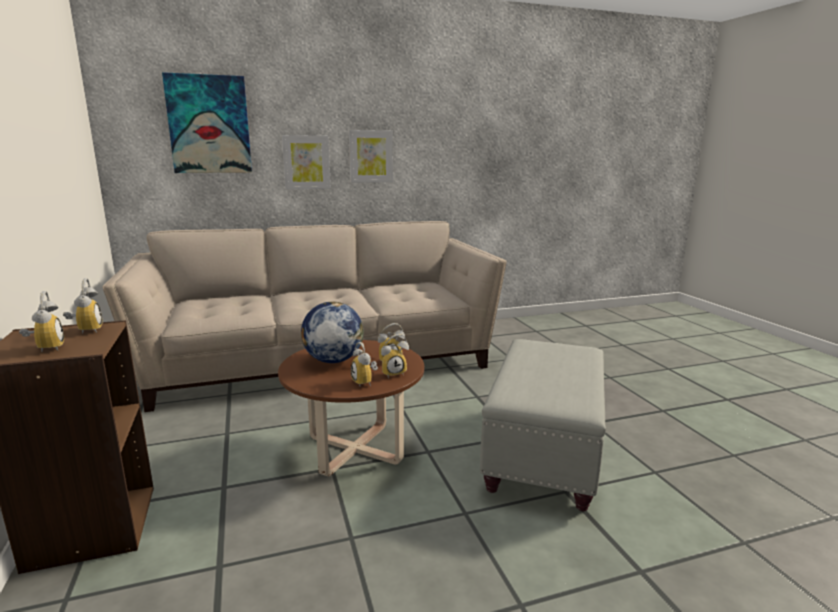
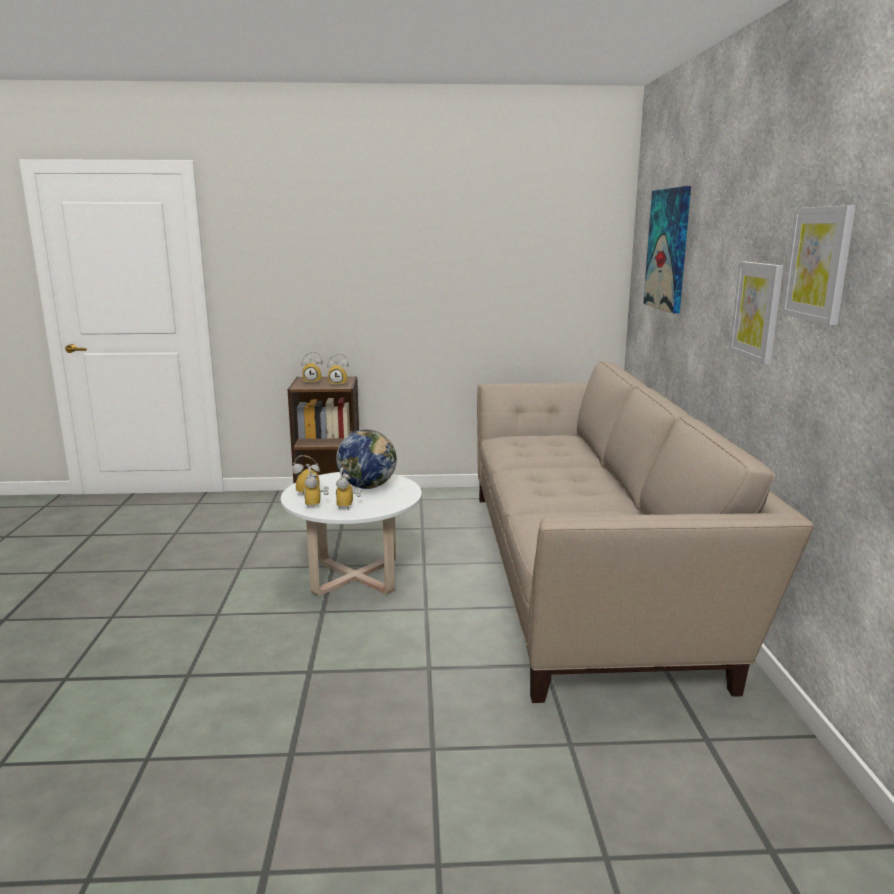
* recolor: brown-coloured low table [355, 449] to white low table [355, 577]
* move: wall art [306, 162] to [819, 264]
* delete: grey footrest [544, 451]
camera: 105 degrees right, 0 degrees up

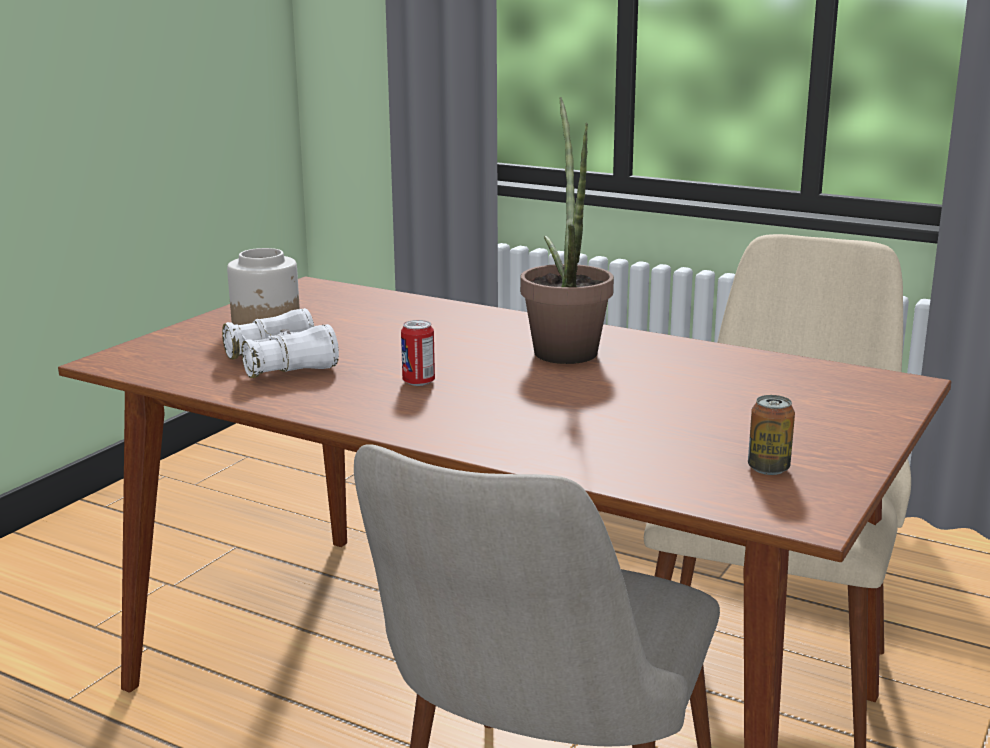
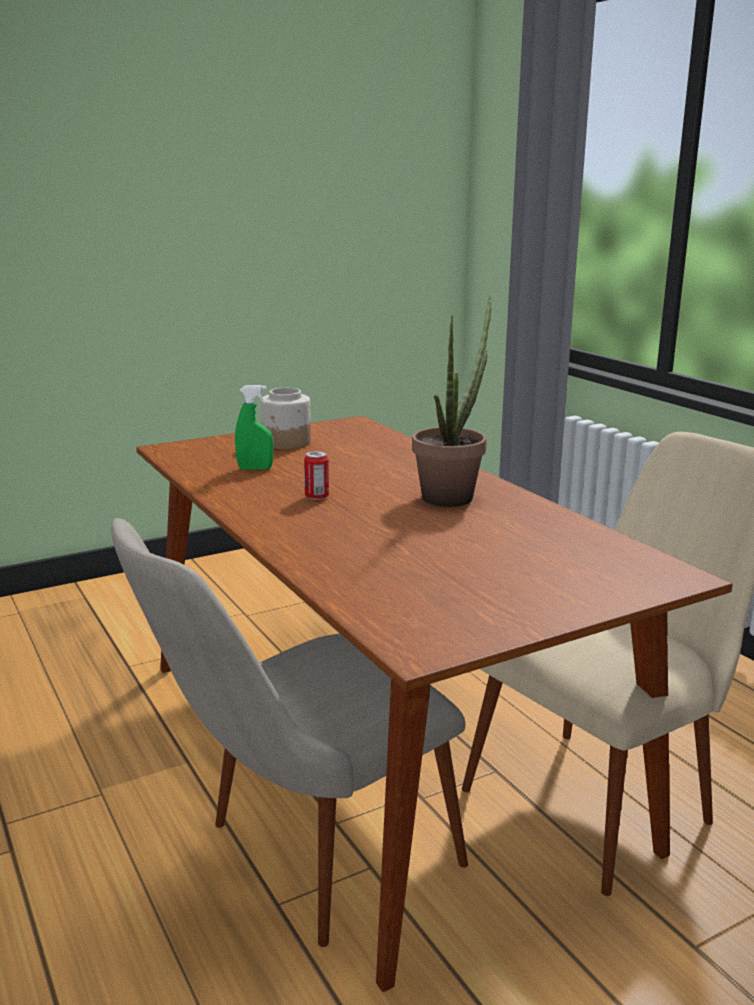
* replace: white binoculars [281, 363] to greenish sprayer [255, 468]
* delete: sealed can [768, 468]
camera: 30 degrees right, 0 degrees up

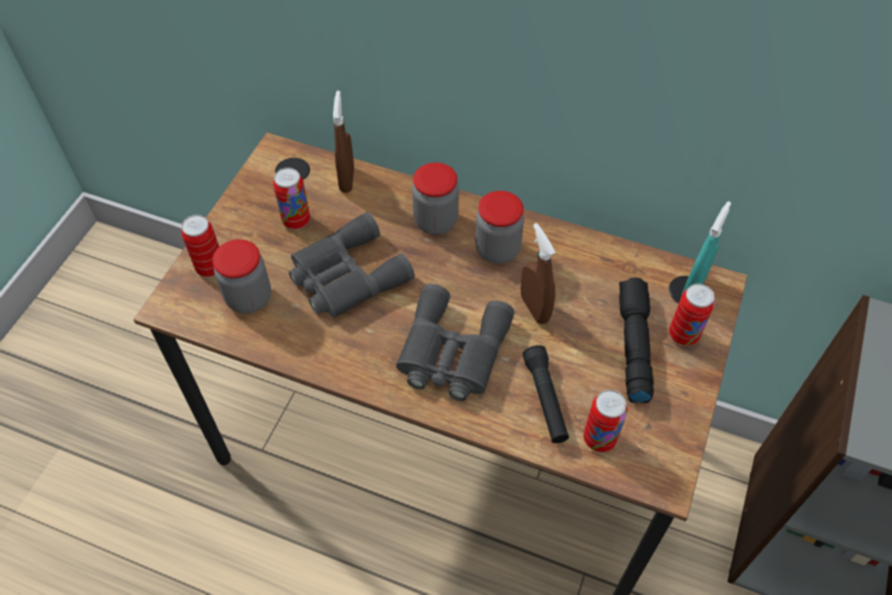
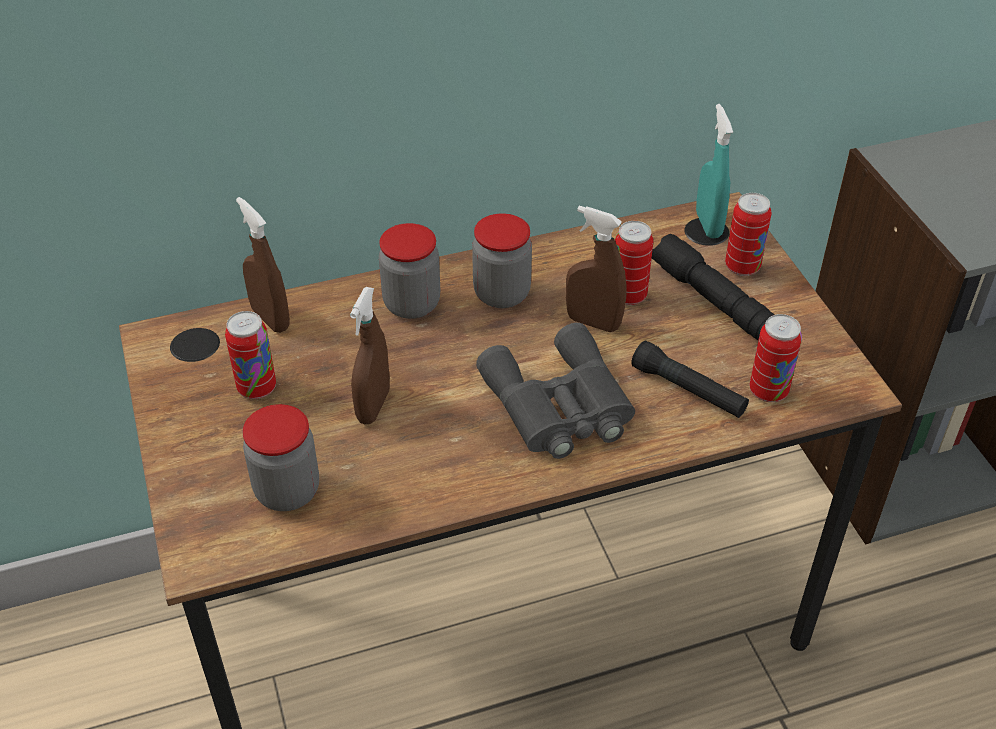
* replace: grey binoculars [345, 276] to brown-coloured sprayer [373, 406]
* move: sealed can [210, 267] to [628, 296]
camera: 40 degrees left, 10 degrees down

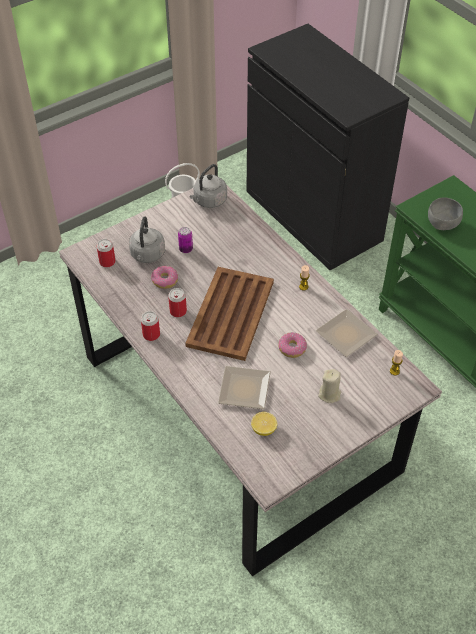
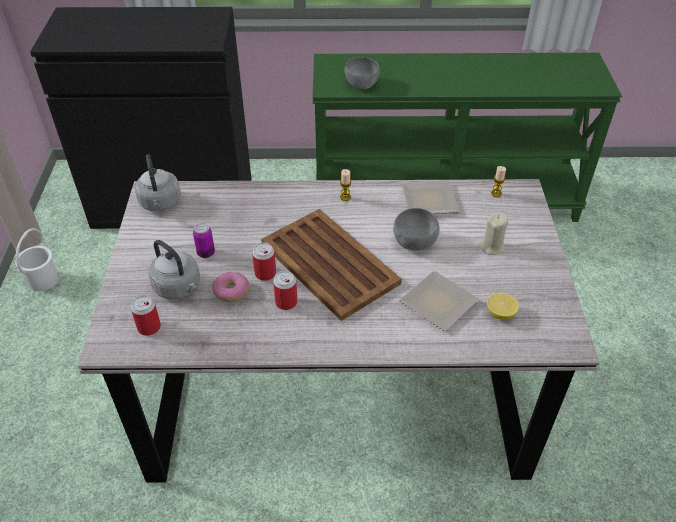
* move: sealed can [151, 335] to [265, 274]
* replace: ring doughnut [292, 348] to grey bowl [414, 243]
camera: 55 degrees left, 5 degrees down

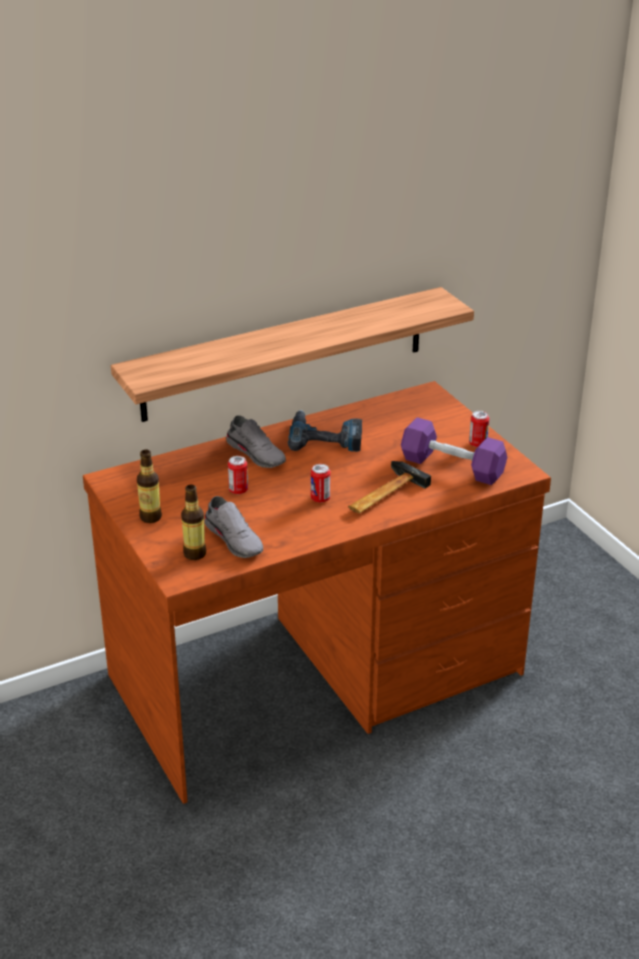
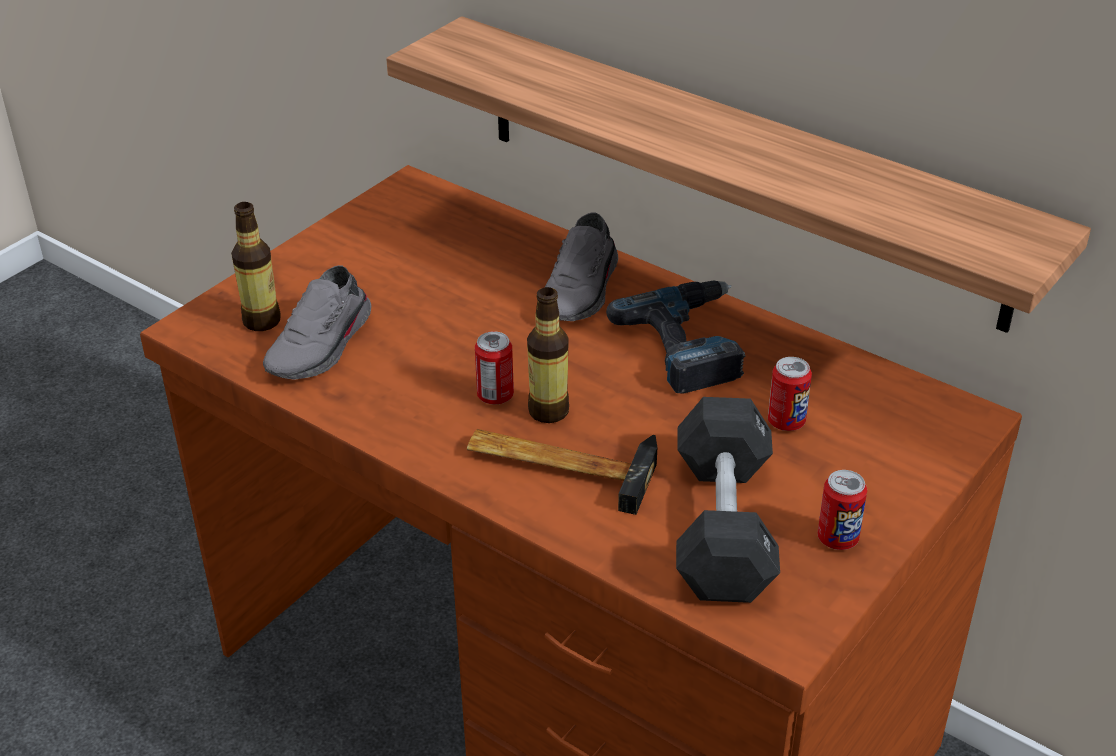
* move: drink bottle [151, 517] to [548, 411]
* recolor: purple hand weight [452, 467] to blackish hand weight [723, 526]
* move: sealed can [238, 490] to [786, 422]
camera: 65 degrees right, 5 degrees up

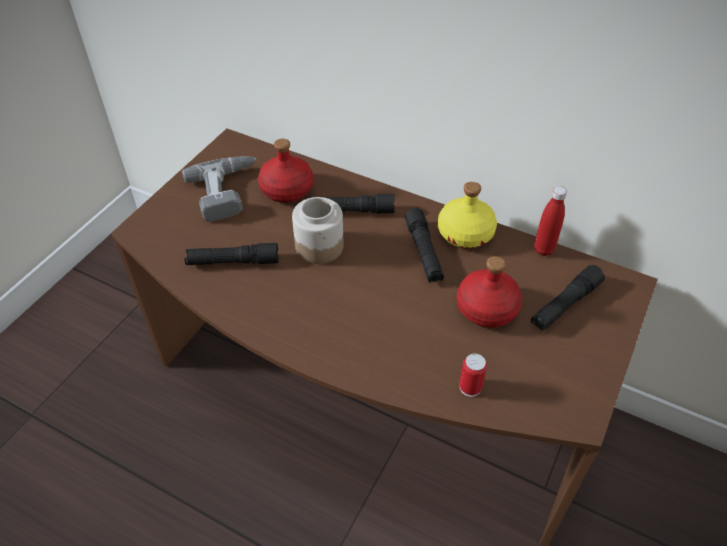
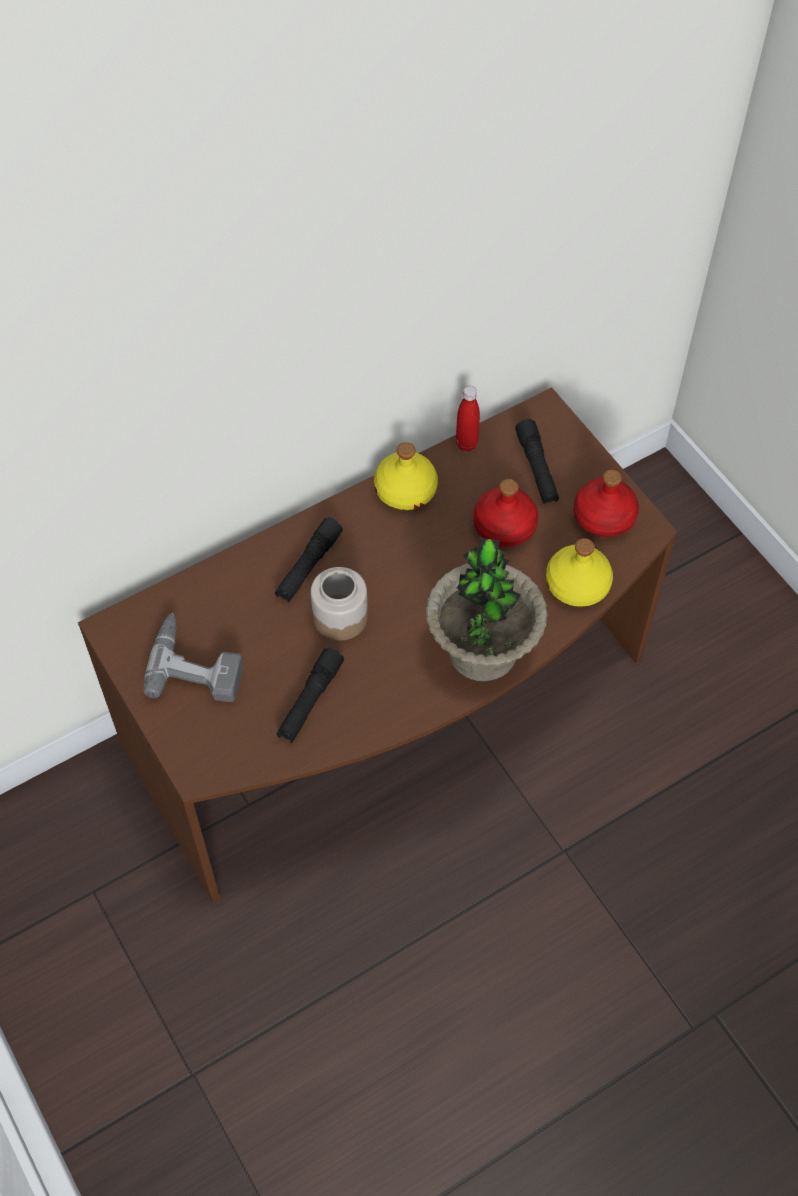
* insert: potted plant [482, 652]
* replace: sealed can [470, 387] to yellowish drink bottle [576, 585]
* move: red-coloured drink bottle [287, 189] to [604, 516]
* delete: blackish flashlight [423, 252]
camera: 60 degrees left, 10 degrees up

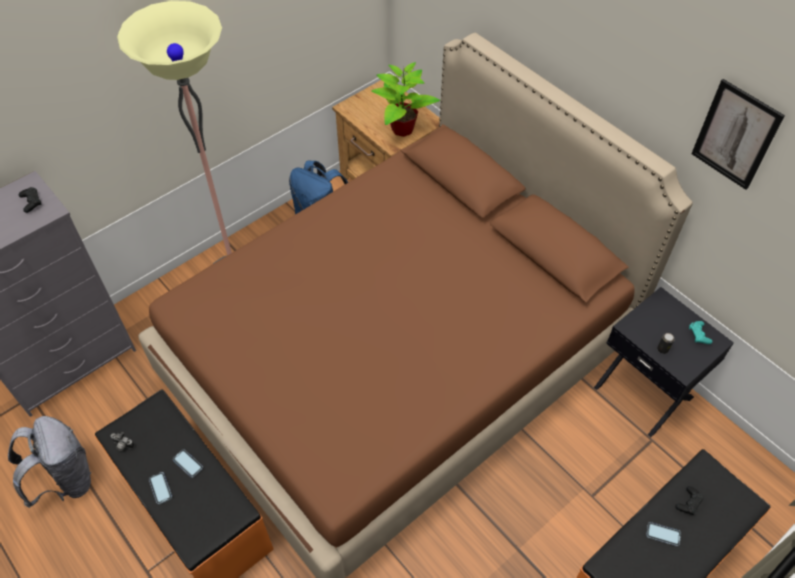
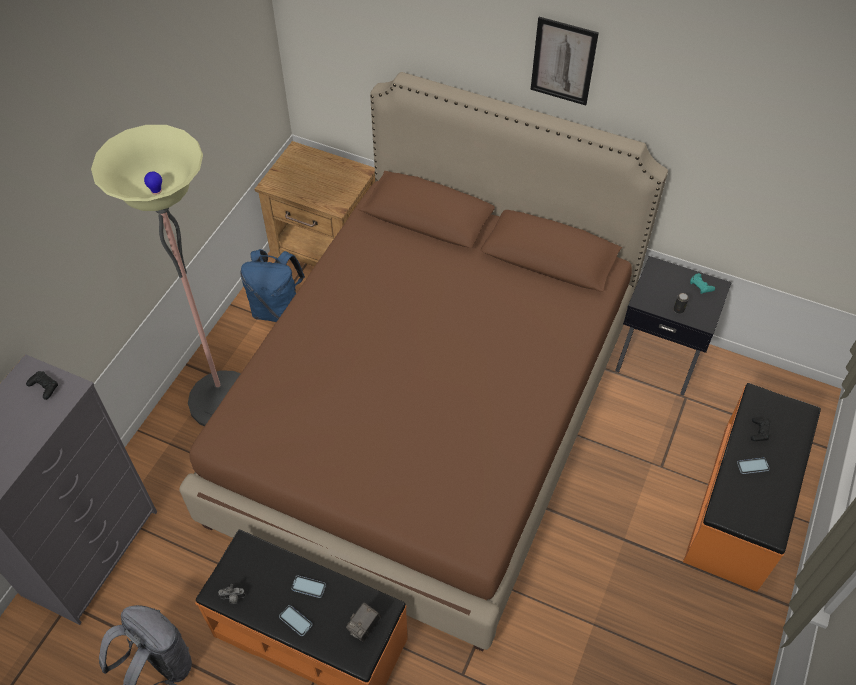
* insert: photo camera [364, 627]
* move: wall art [735, 135] to [563, 61]
* delete: potted plant [402, 129]
camera: 25 degrees left, 0 degrees up

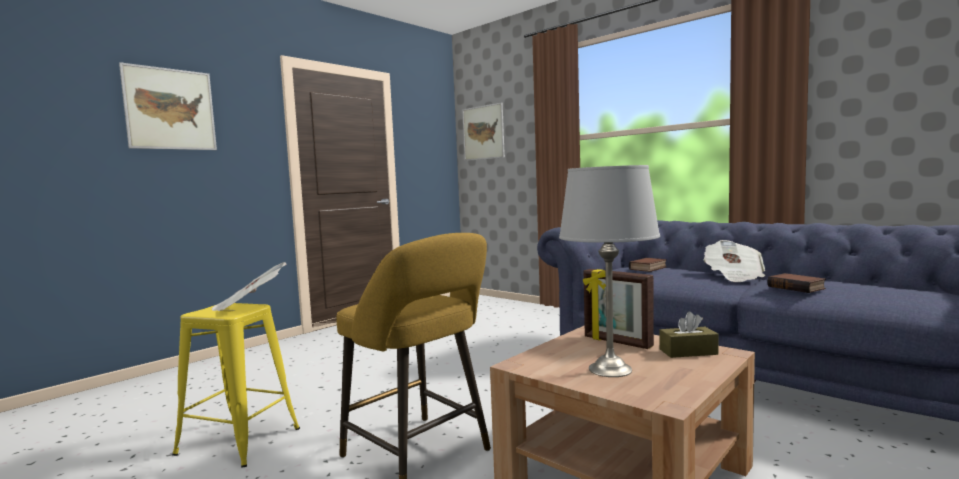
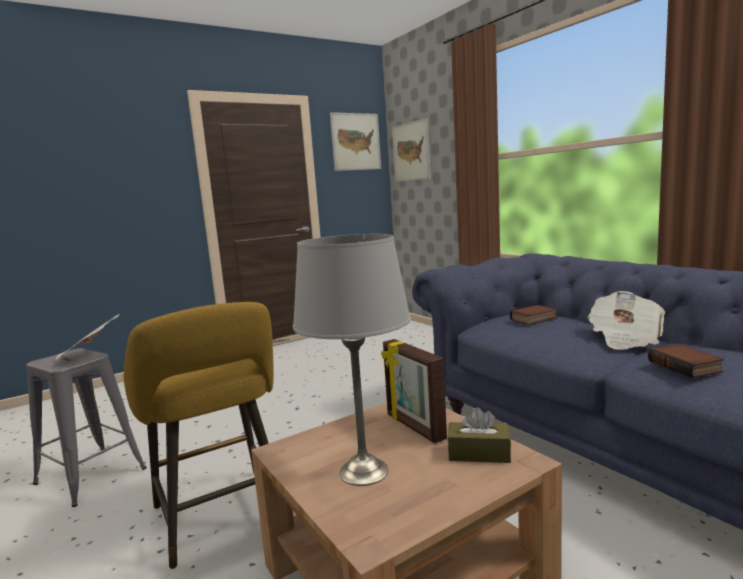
* recolor: yellowish stool [239, 441] to grey stool [90, 476]
* move: wall art [170, 109] to [356, 142]
camera: 15 degrees right, 5 degrees up

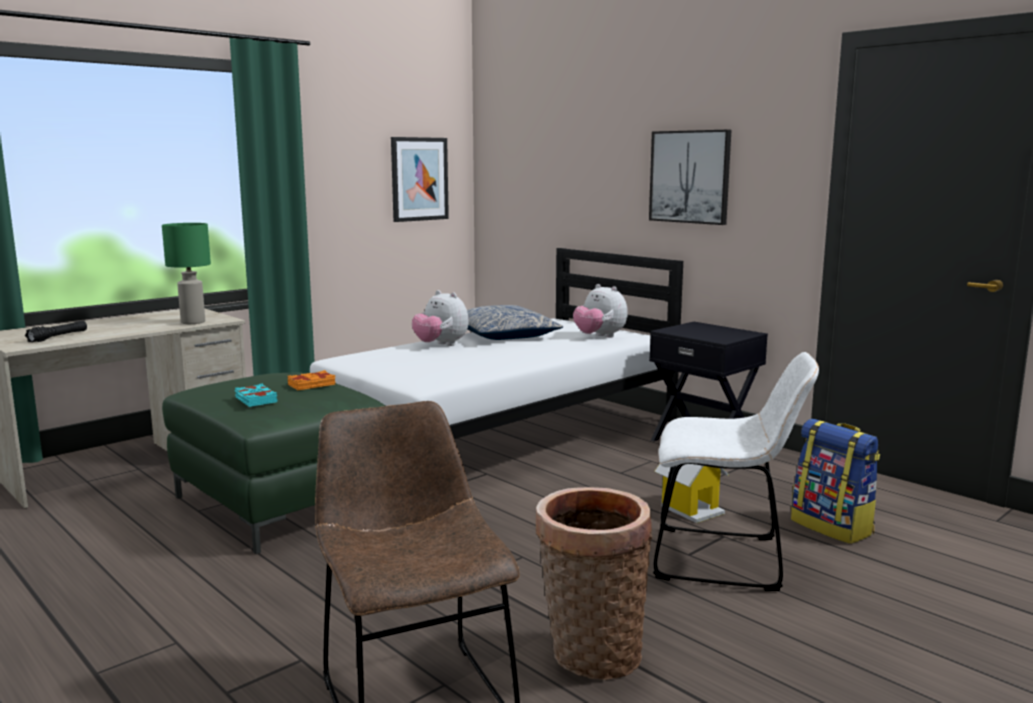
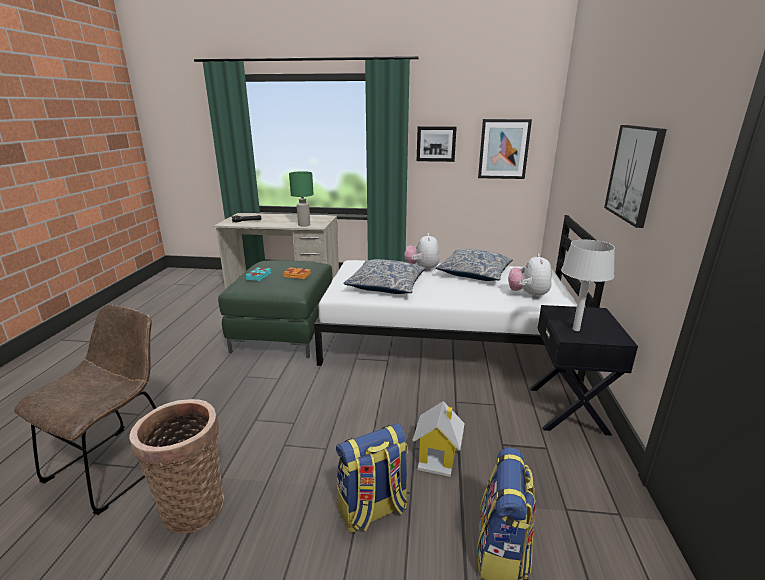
* replace: white plain chair [725, 559] to knapsack [372, 510]
* insert: cushion [386, 285]
* insert: wall art [436, 144]
* insert: grey lamp for a table [576, 329]
camera: 50 degrees right, 10 degrees up

